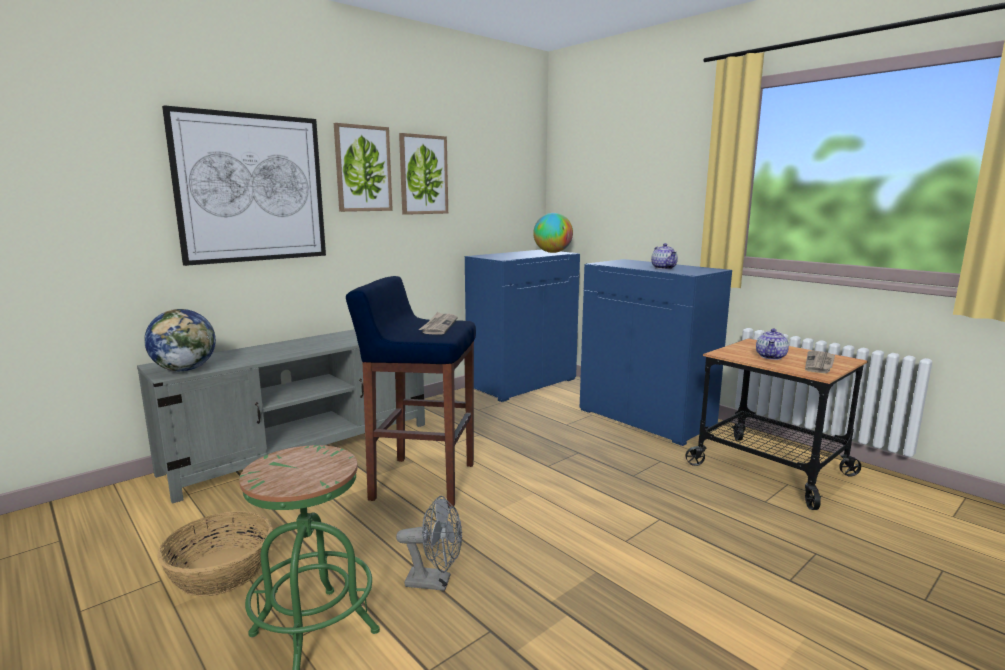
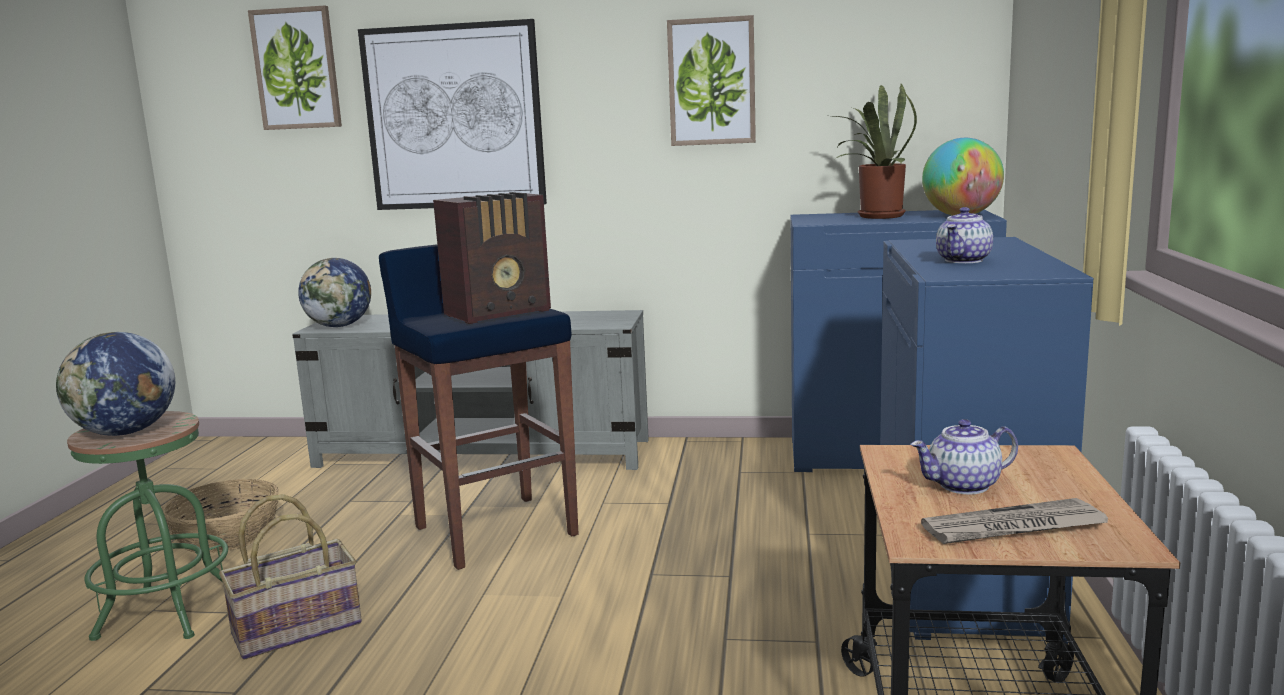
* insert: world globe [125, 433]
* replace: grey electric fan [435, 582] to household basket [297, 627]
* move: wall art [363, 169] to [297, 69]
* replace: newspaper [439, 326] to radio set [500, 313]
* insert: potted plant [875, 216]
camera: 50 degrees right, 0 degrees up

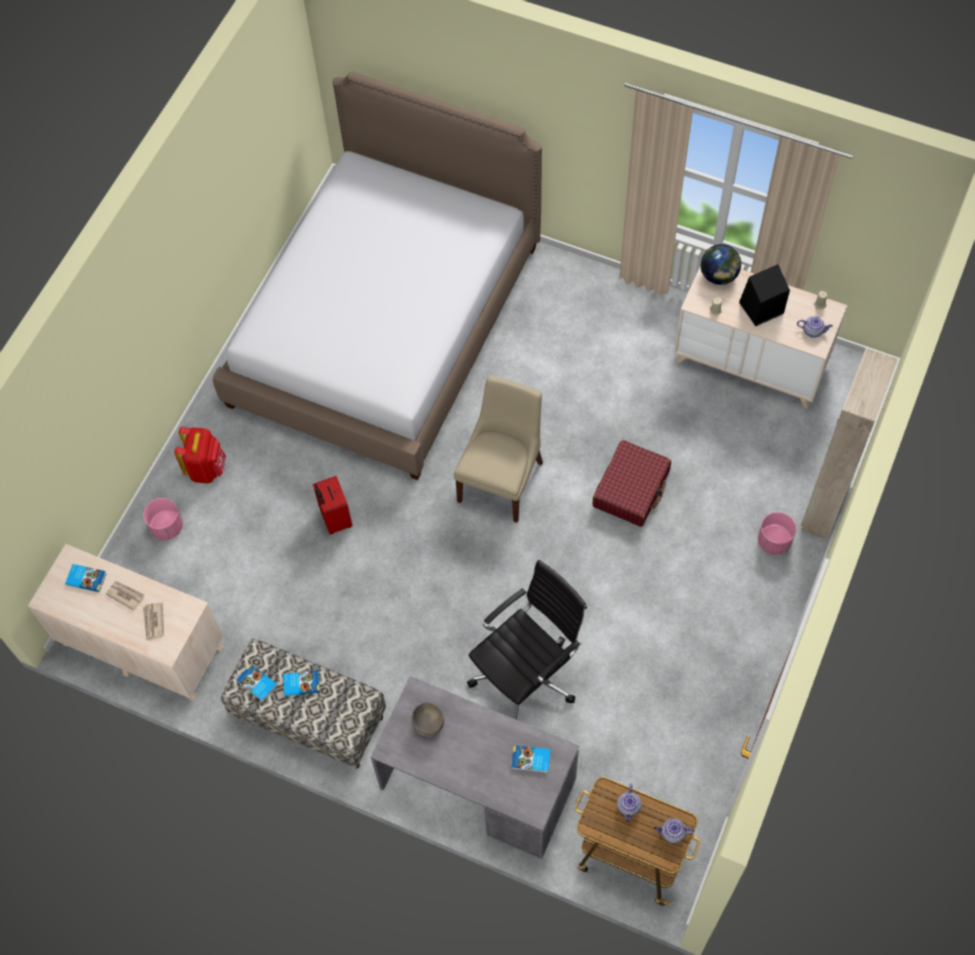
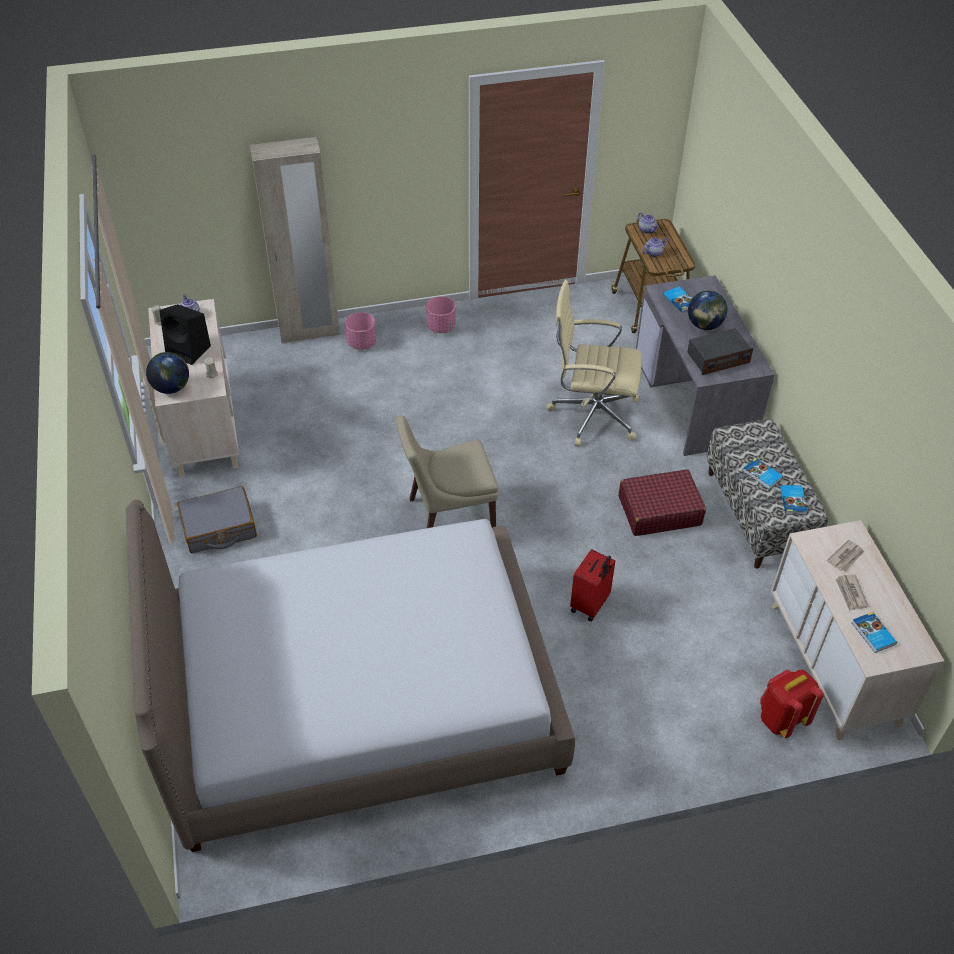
* insert: grey suitcase [219, 528]
* move: pinkish plant pot [167, 527] to [441, 327]
* recolor: blackish desk chair [527, 674] to beige-coloured desk chair [592, 414]
* move: red-coloured suitcase [631, 488] to [659, 510]
* replace: grey bowl [428, 725] to radio set [718, 358]
* insert: world globe [704, 325]
* move: red-coloured knapsack [206, 468] to [781, 719]
camera: 130 degrees left, 15 degrees down

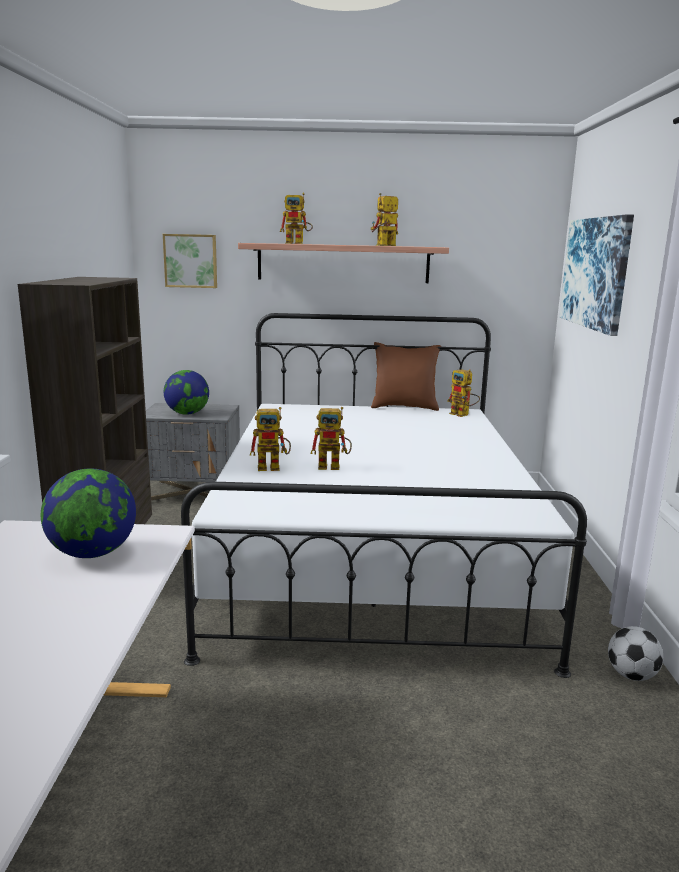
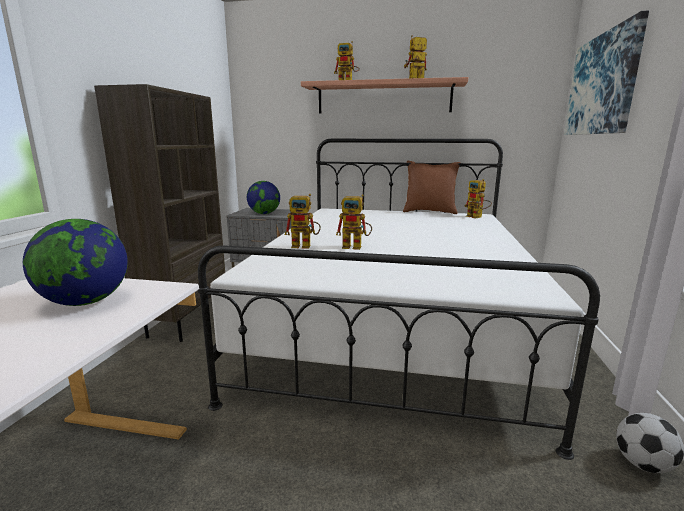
* delete: wall art [191, 261]
camera: 10 degrees right, 0 degrees up

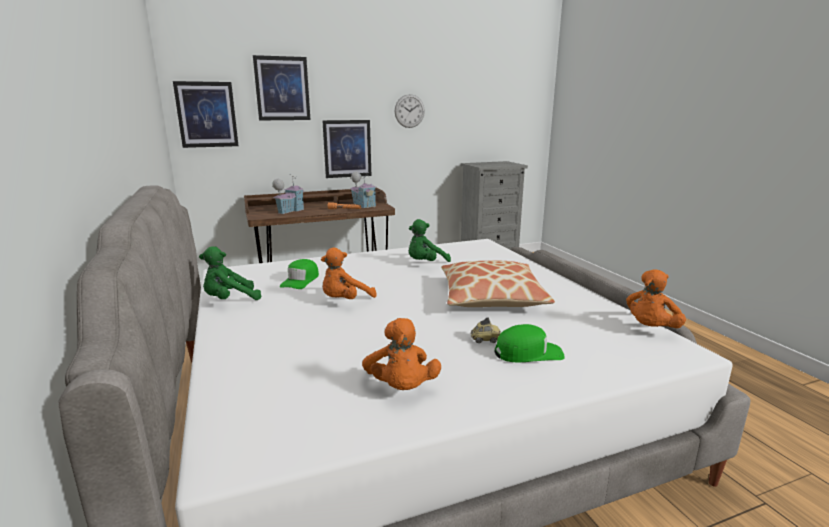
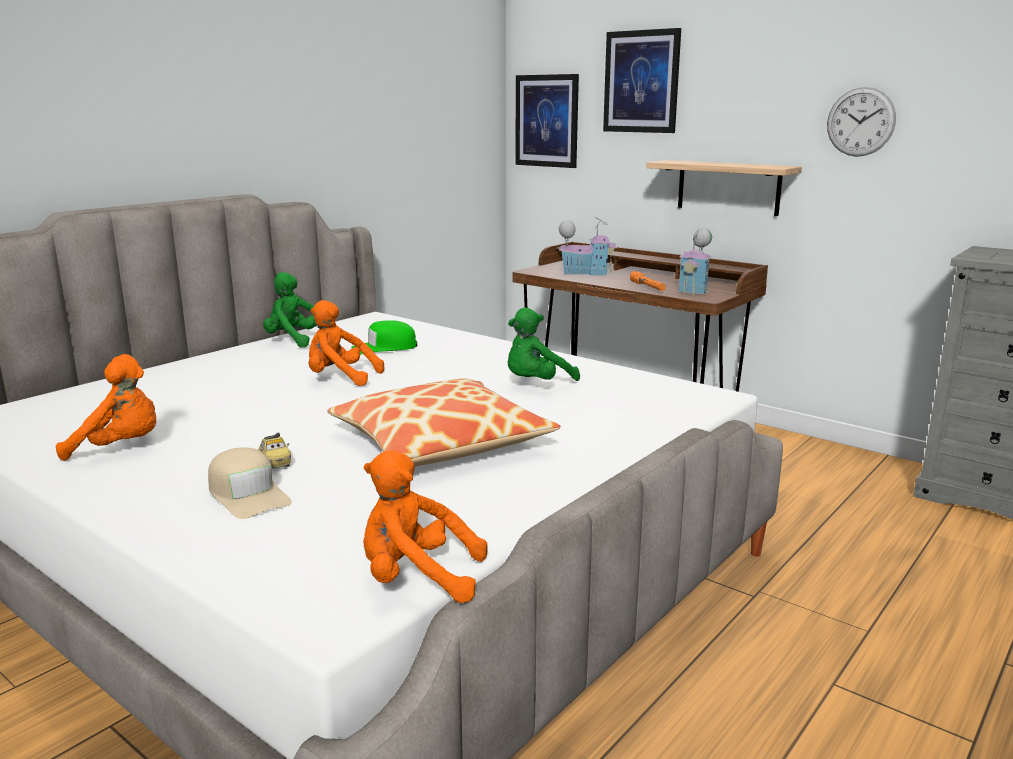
* rotate: orange plush toy [401, 388] = [121, 448] 135 degrees counterclockwise
* recolor: greenish peaked cap [528, 353] to beige-coloured peaked cap [248, 495]
* rotate: greenish plush toy [425, 263] = [536, 384] 60 degrees counterclockwise
* replace: wall art [347, 148] to shelf [728, 187]
camera: 60 degrees right, 0 degrees up

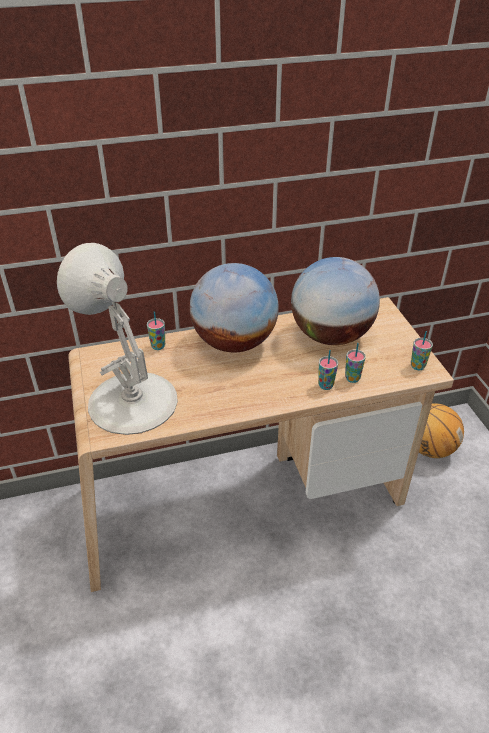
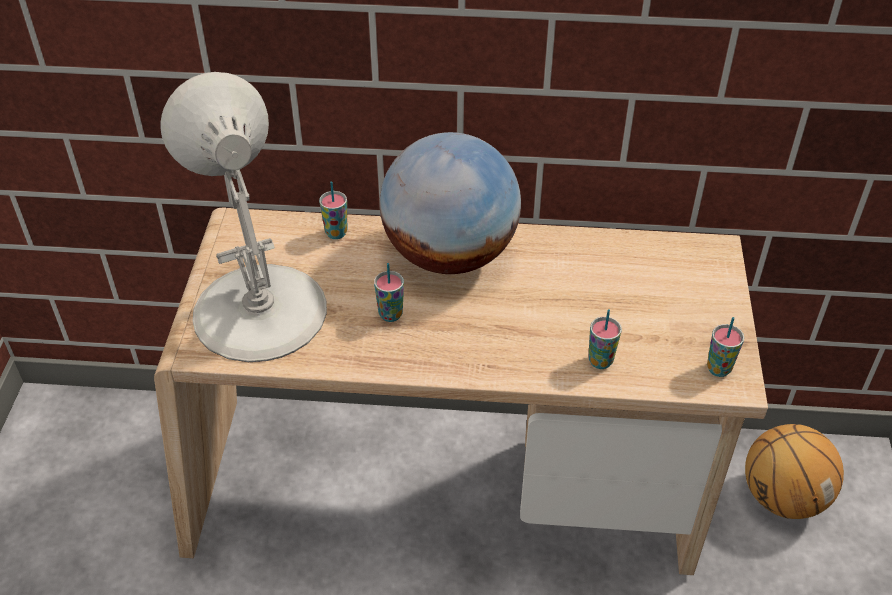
* move: small cup [325, 385] to [390, 314]
* delete: world globe [331, 336]
camera: 20 degrees right, 5 degrees up

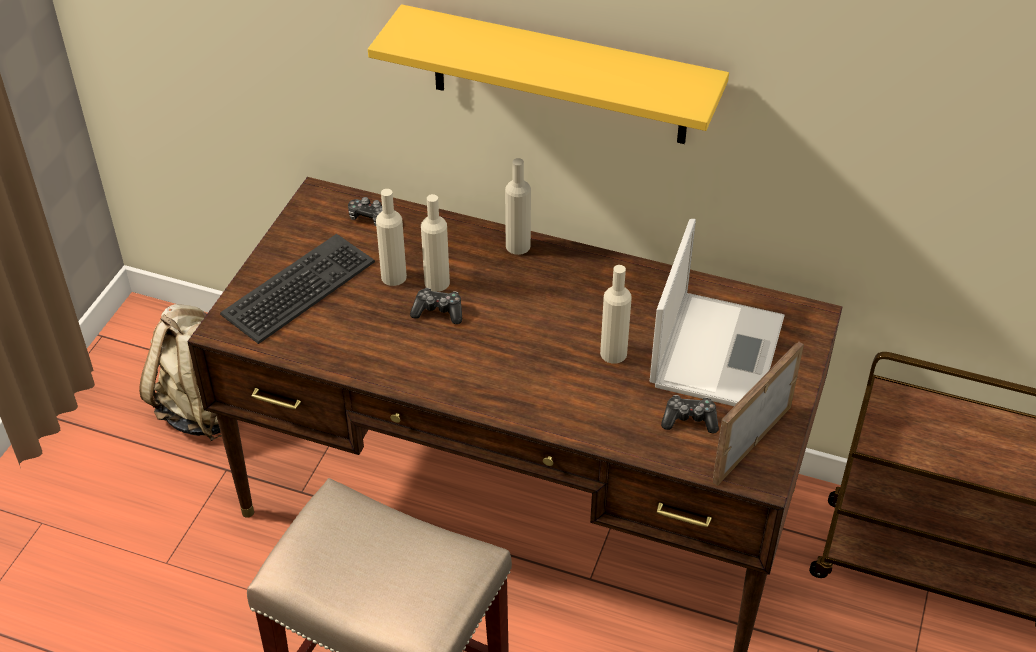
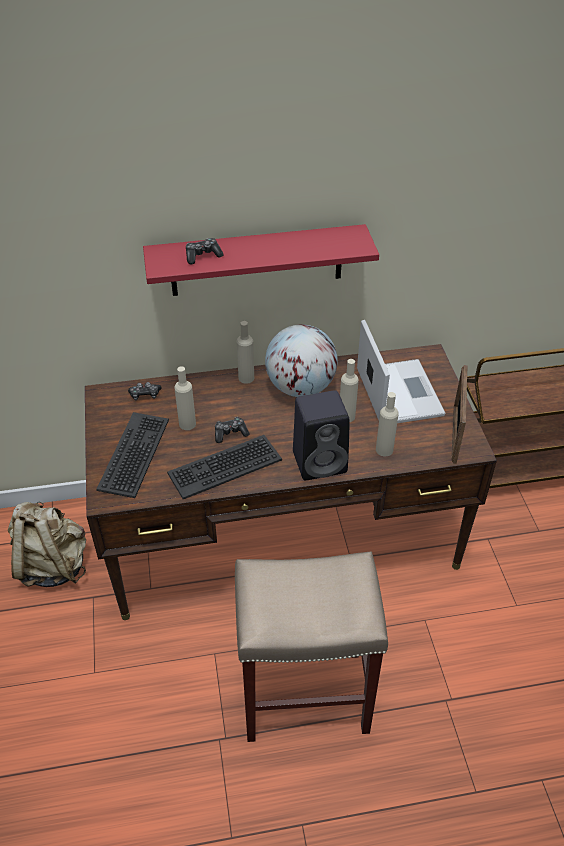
* recolor: yellowish shelf [559, 76] to red-coloured shelf [256, 260]
* insert: keyboard [224, 466]
* move: joypad [689, 420] to [203, 255]
* insert: world globe [300, 387]
* insert: blackish loudspeaker [321, 461]
* move: beige-coloured drink bottle [437, 282] to [384, 450]
camera: 30 degrees left, 0 degrees up

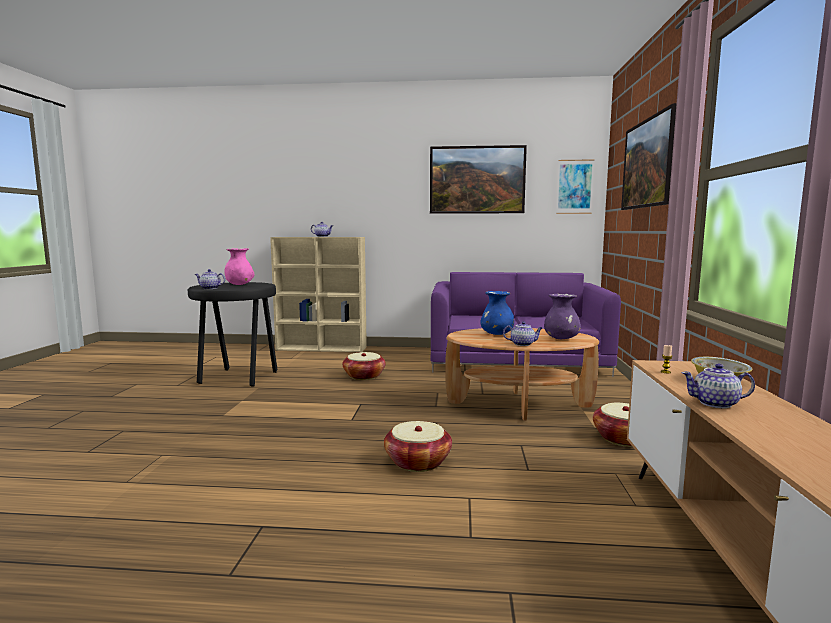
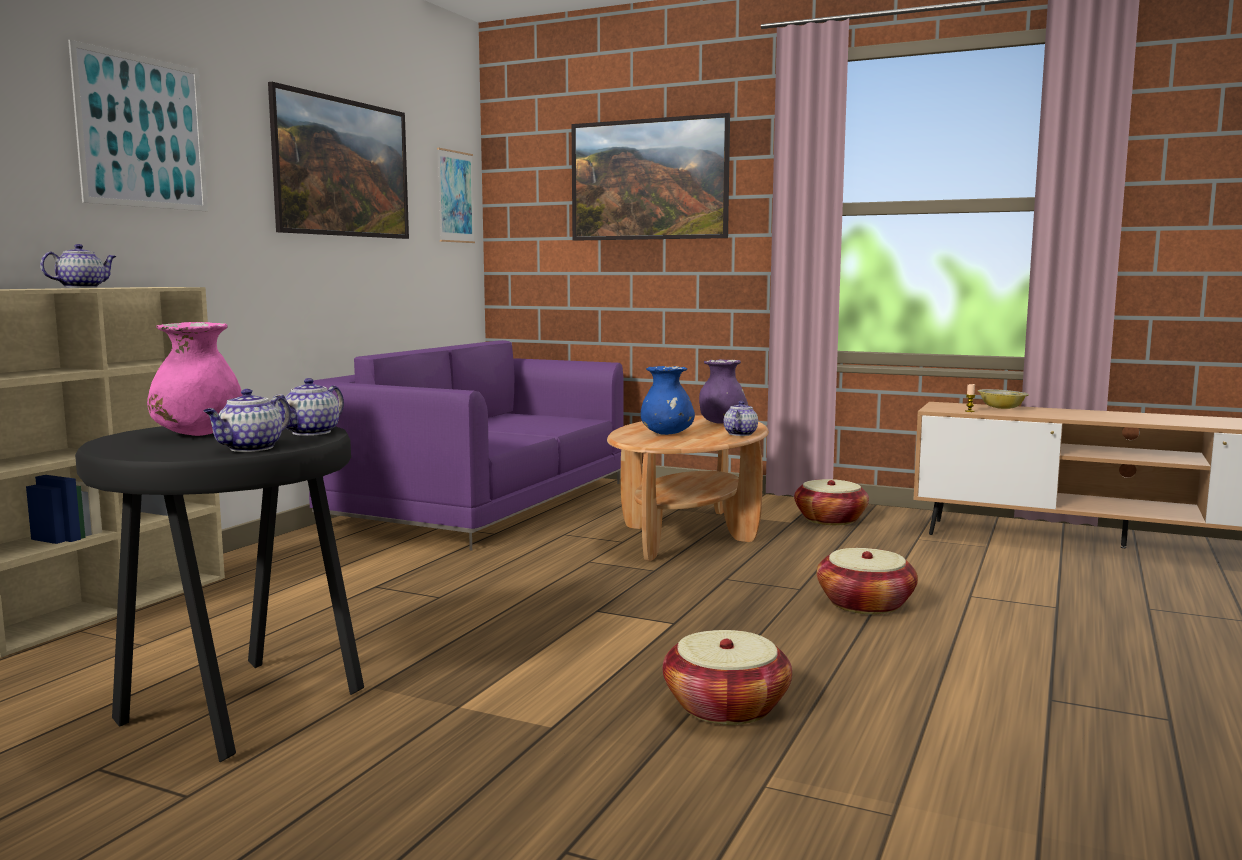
* insert: wall art [142, 132]
* move: teapot [716, 403] to [312, 432]
* move: household basket [364, 376] to [726, 707]
camera: 70 degrees left, 0 degrees up

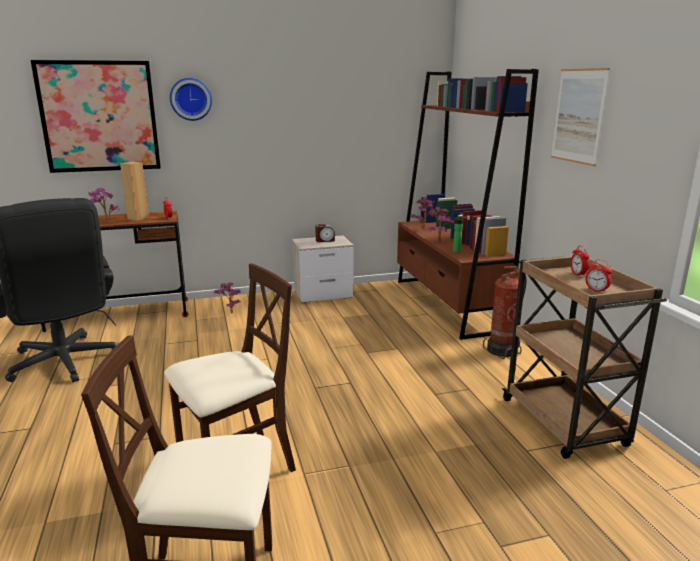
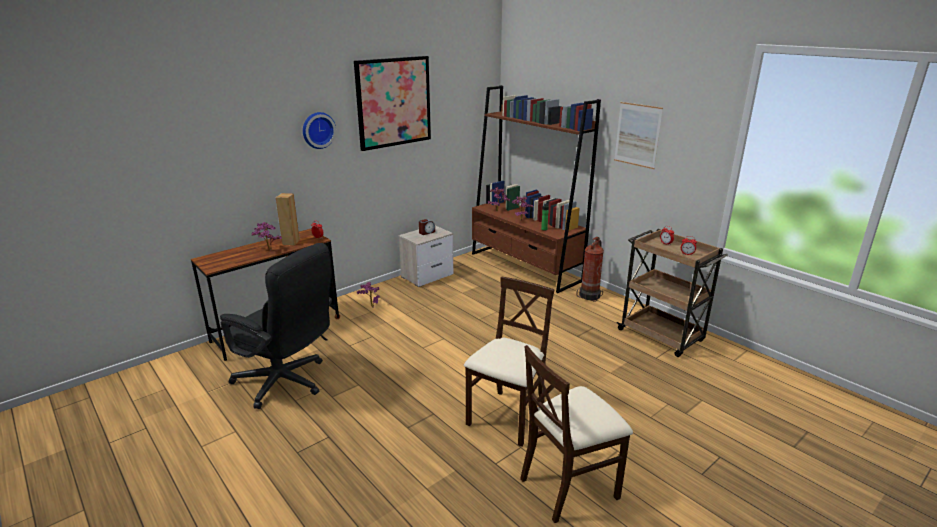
* move: wall art [99, 116] to [393, 102]
camera: 25 degrees left, 5 degrees up

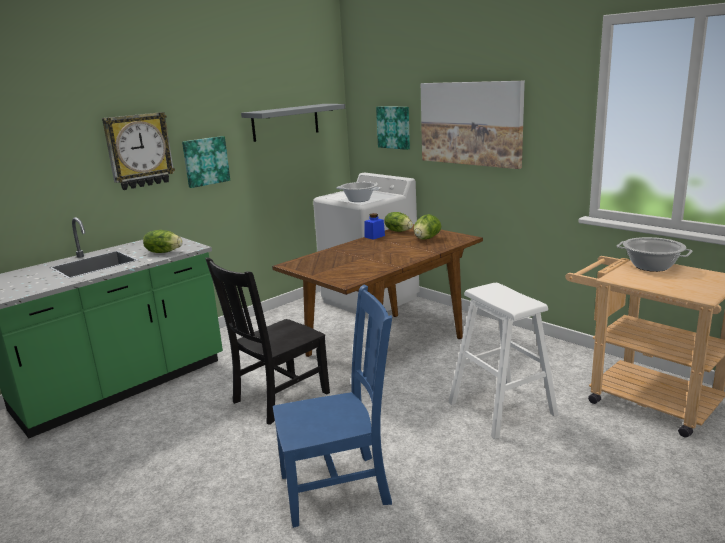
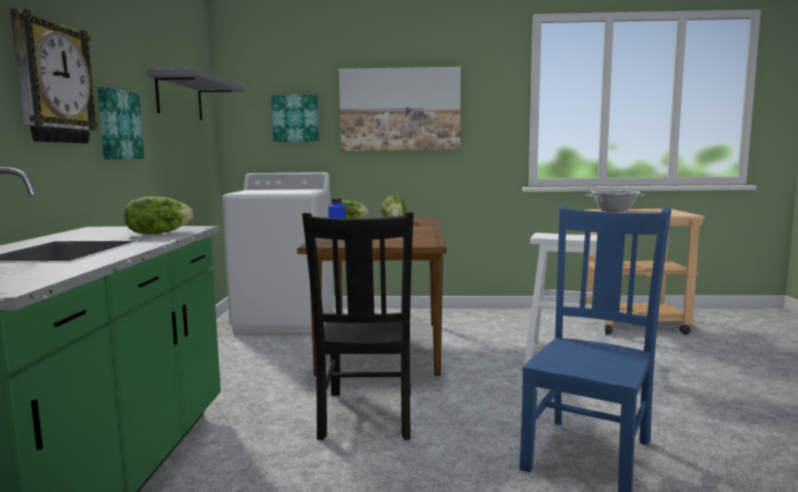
* delete: stockpot [359, 200]
camera: 45 degrees left, 10 degrees down

